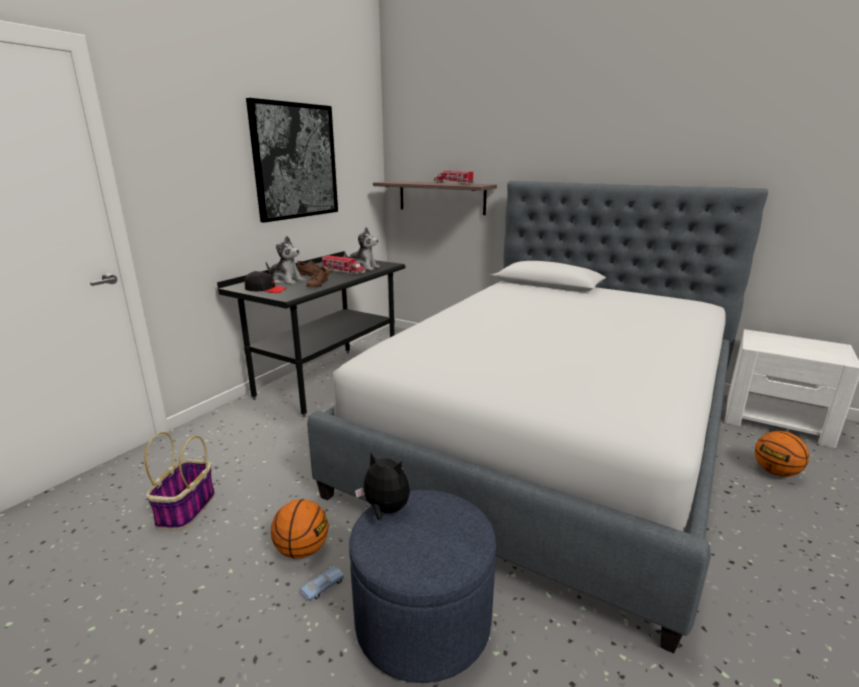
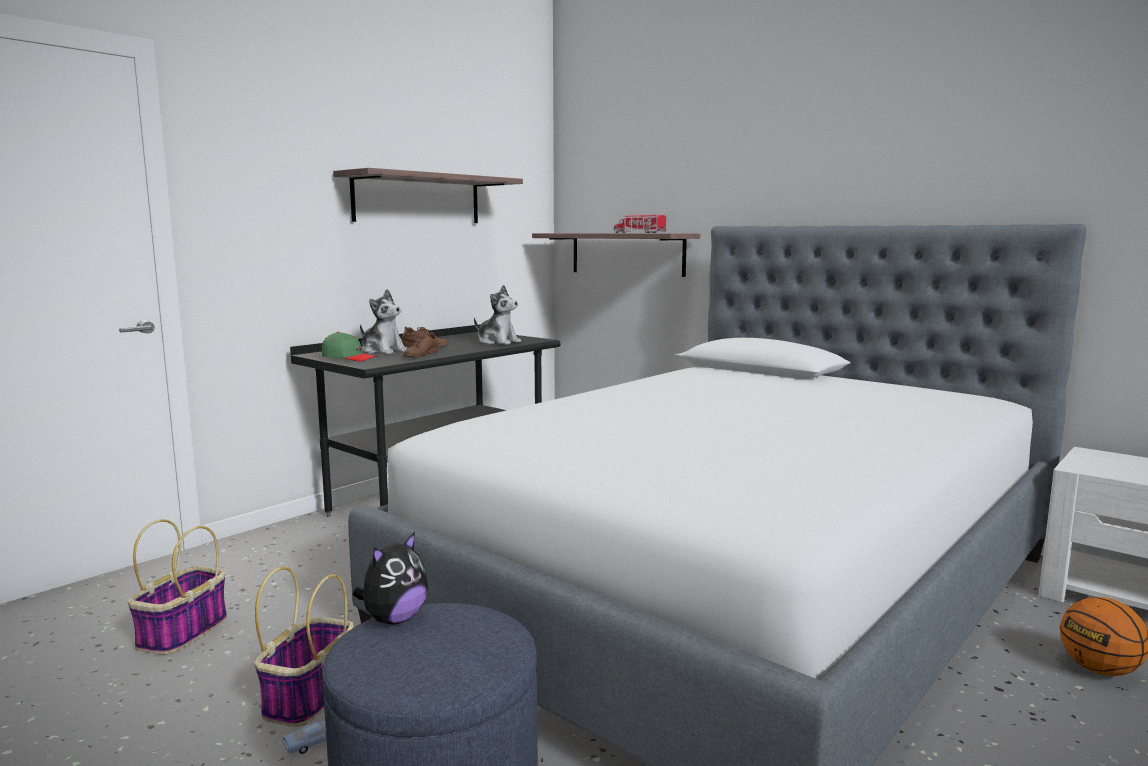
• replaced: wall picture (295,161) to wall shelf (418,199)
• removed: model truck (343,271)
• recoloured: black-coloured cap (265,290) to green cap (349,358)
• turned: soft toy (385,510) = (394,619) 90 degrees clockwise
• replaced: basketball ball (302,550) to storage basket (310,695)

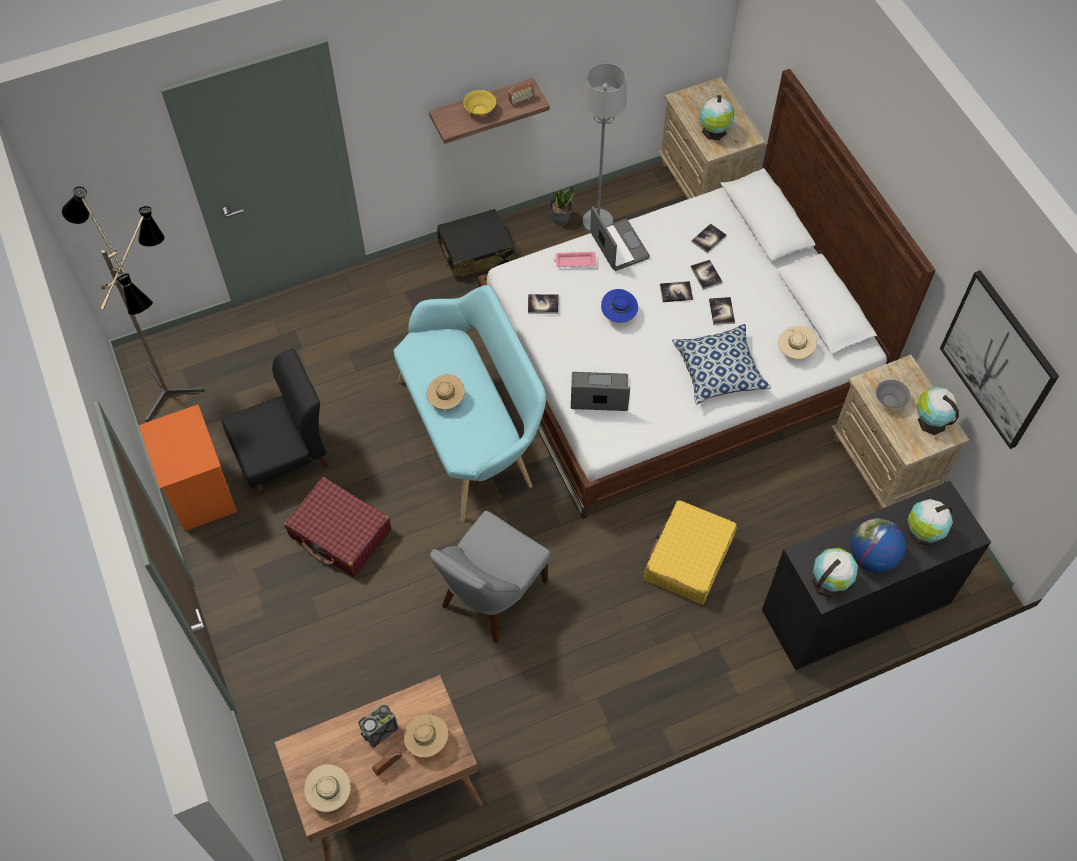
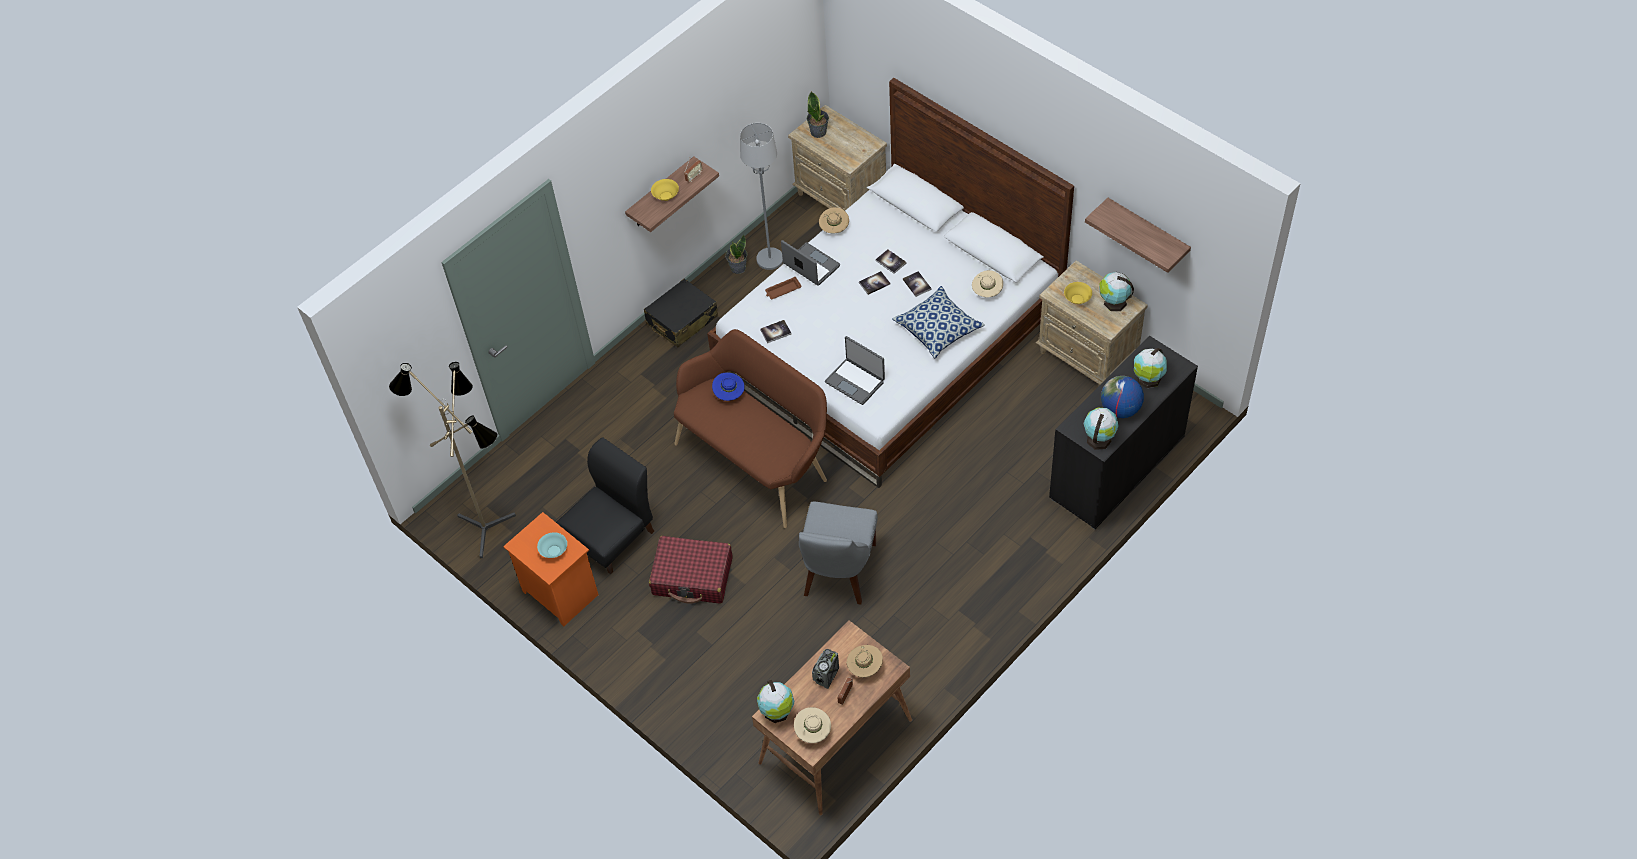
• moved: world globe (714,132) to (777,712)
• removed: volume (708,239)
• recoloured: pinkish carrying tray (574,261) to brown-coloured carrying tray (782,290)
• replaced: wall picture (998,360) to wall shelf (1147,232)
• recoloured: turquoise bench (472,433) to brown-coloured bench (757,459)
• moved: blue clothing hat (618,314) to (729,394)
• turned: notebook computer (599,394) = (855,381) 120 degrees counterclockwise
• moved: beige clothing hat (446,400) to (834,228)
• recoloured: grey serving bowl (890,401) to yellow serving bowl (1077,299)
• removed: yellow piece of luggage (688,558)
• added: potted plant (818,132)
• added: turquoise serving bowl (554,551)

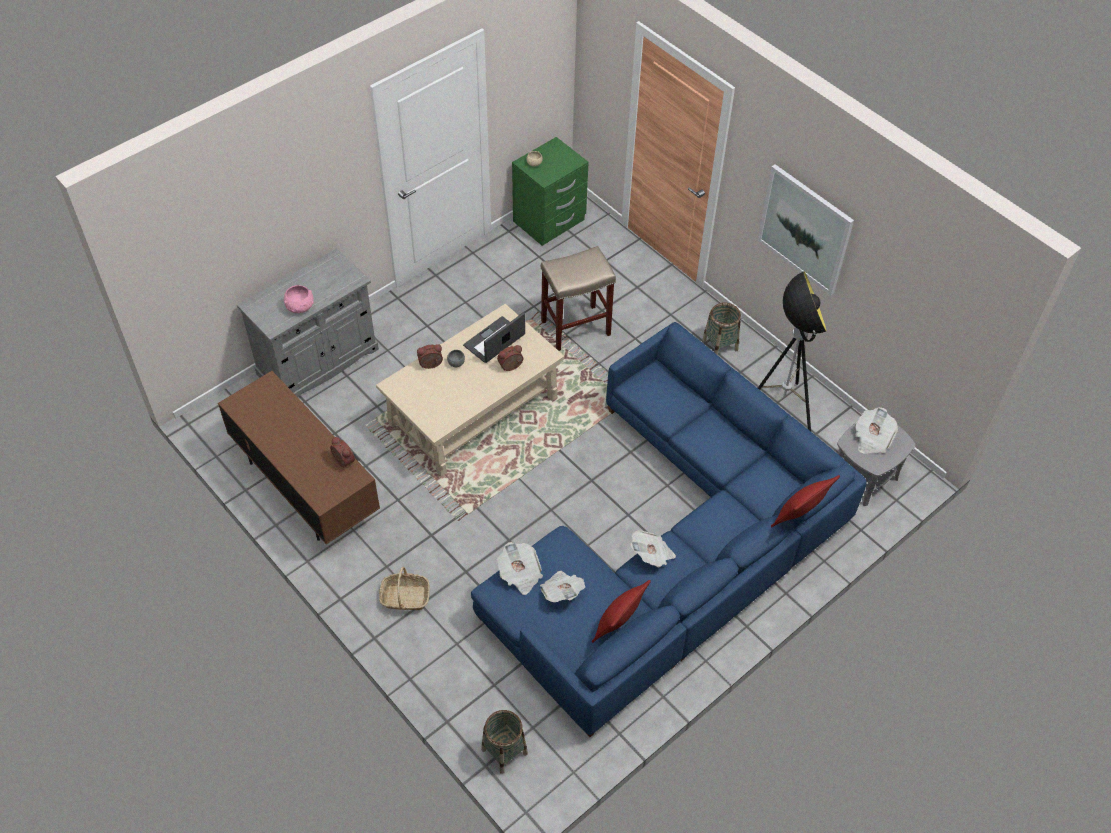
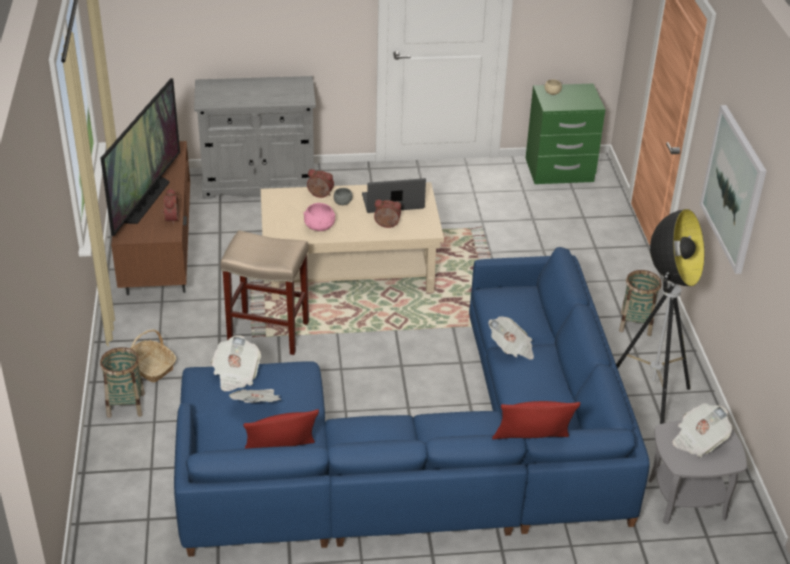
• moved: beige stool seat (576,327) to (269,332)
• moved: pinkish serving bowl (300,307) to (319,227)
• moved: printed paper (652,555) to (511,348)
• moved: storage basket (504,751) to (126,405)
• added: TV (146,201)

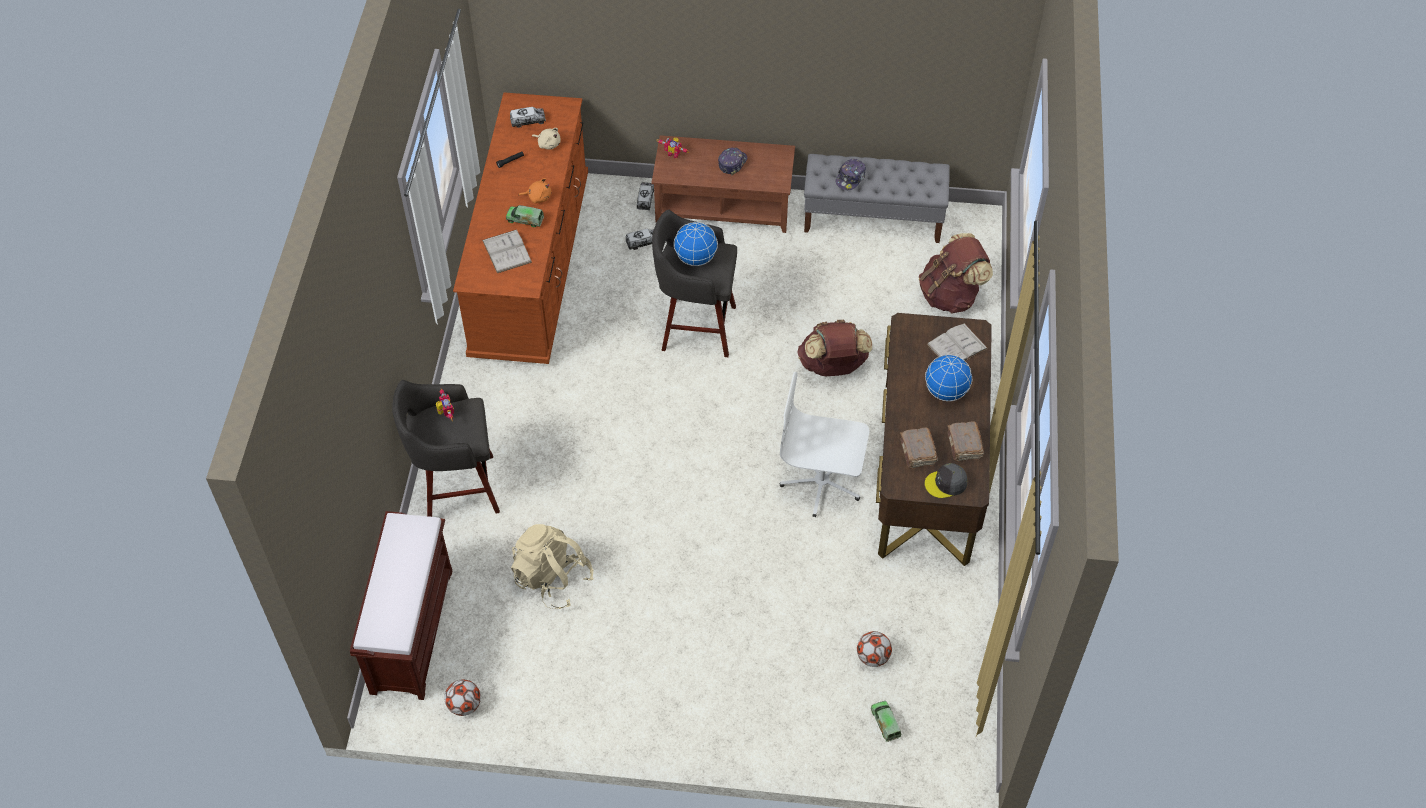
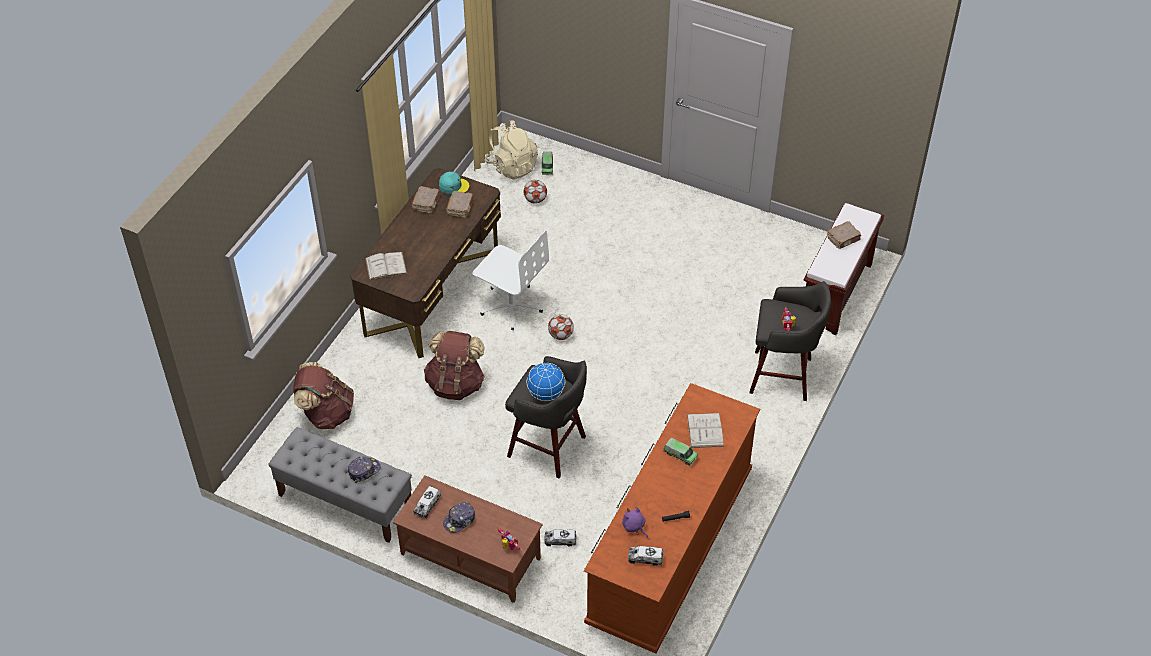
• recoloured: beige soft toy (548,144) to purple soft toy (634,527)
• removed: orange soft toy (538,197)
• moved: model truck (645,199) to (427,505)
• removed: world globe (946,391)
• recoloured: grey cap (946,483) to turquoise cap (453,186)
• moved: beige backpack (552,579) to (512,166)
• moved: football (464,705) to (561,335)
• added: brown-coloured volume (843,239)

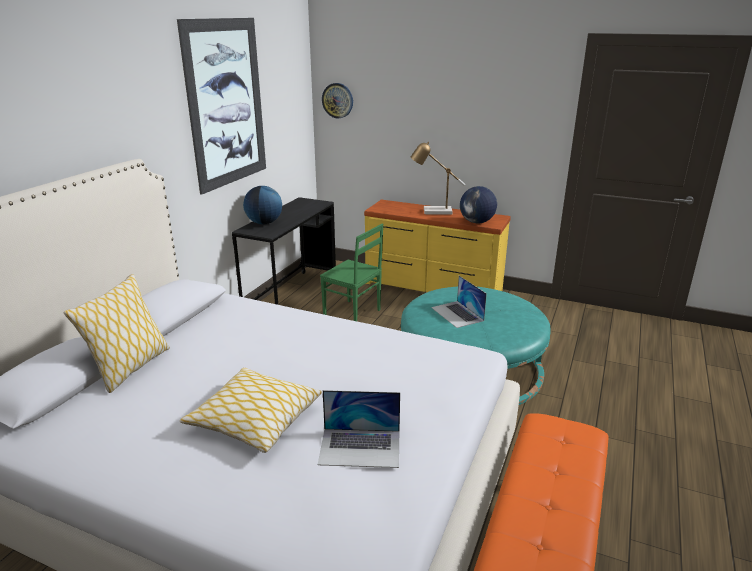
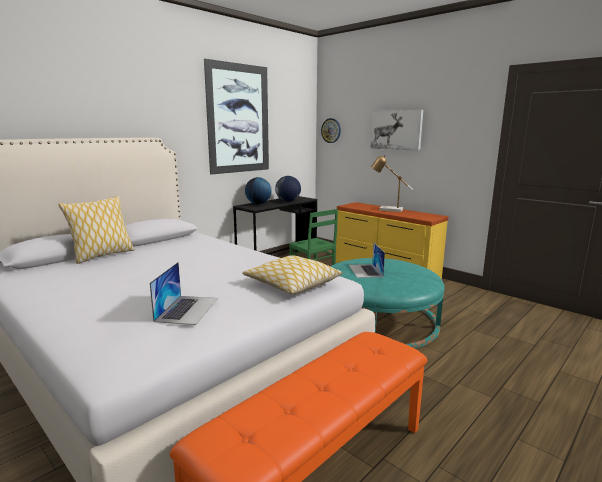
• moved: world globe (477,222) to (288,201)
• moved: cushion (254,420) to (292,284)
• turned: notebook computer (360,447) = (187,309) 105 degrees counterclockwise
• added: wall picture (396,130)

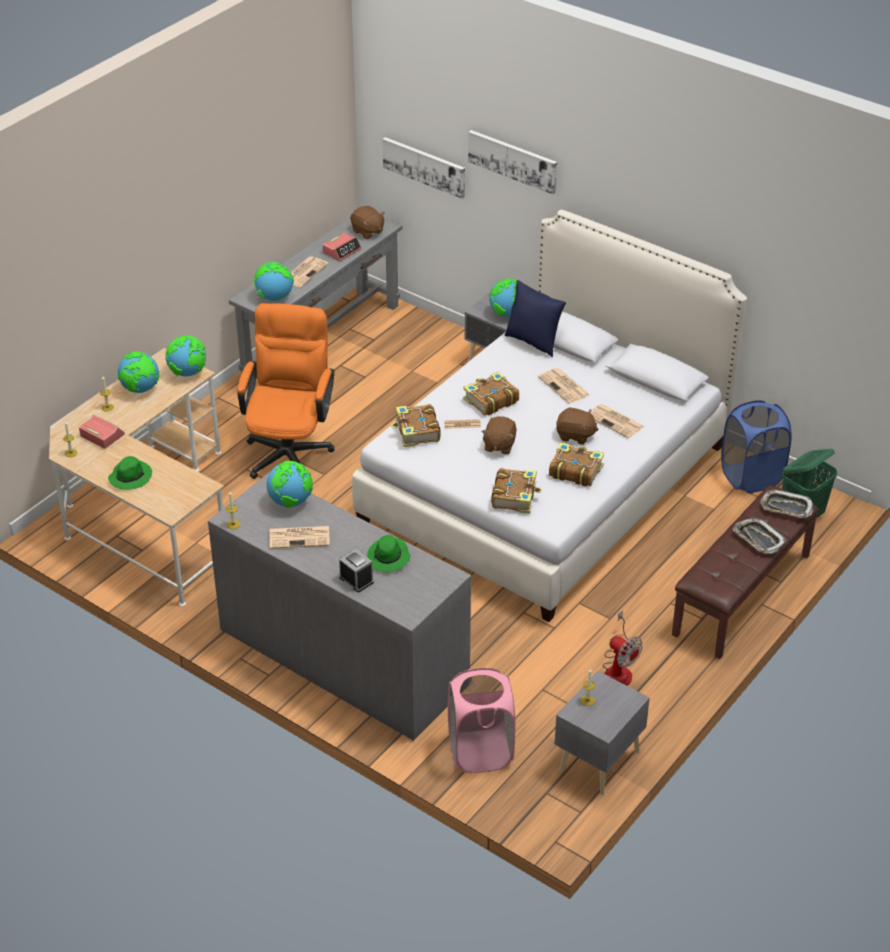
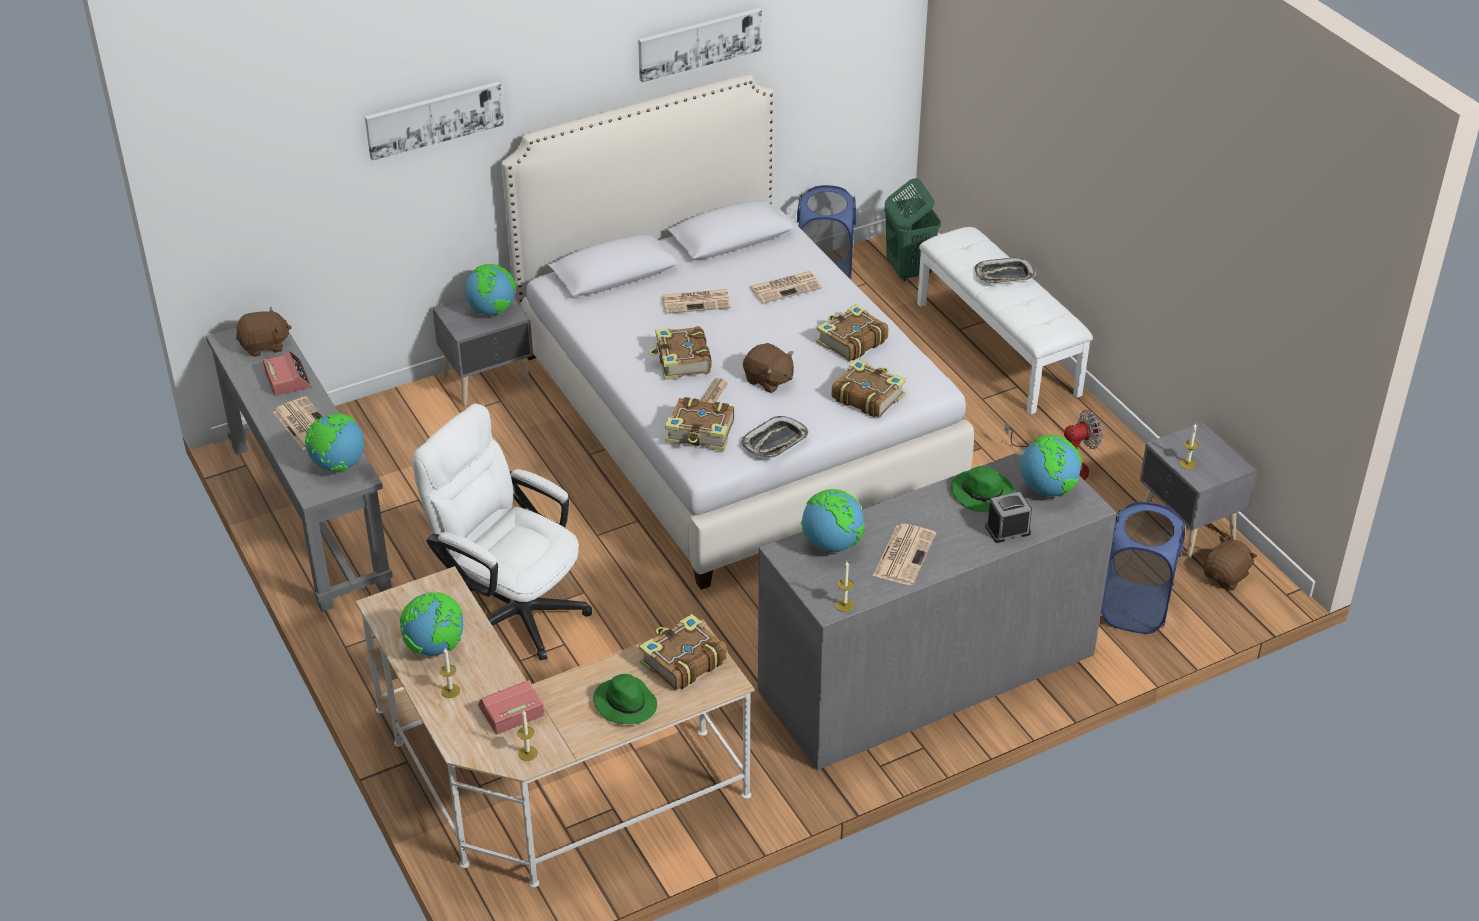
• moved: wall picture (424,166) to (699,43)
• removed: blue cushion (533,342)
• recoloured: orange office chair (290,449) to white-coloured office chair (511,608)
• moved: world globe (188,373) to (1047,489)
• moved: brown-coloured soft toy (575,435) to (1226,576)
• recoloured: brown-coloured bench (742,595) to white-coloured bench (998,348)
• moved: carrying tray (786,507) to (775,442)
• recoloured: pinkish hamper (480,752) to blue hamper (1135,608)
• added: volume (682,662)

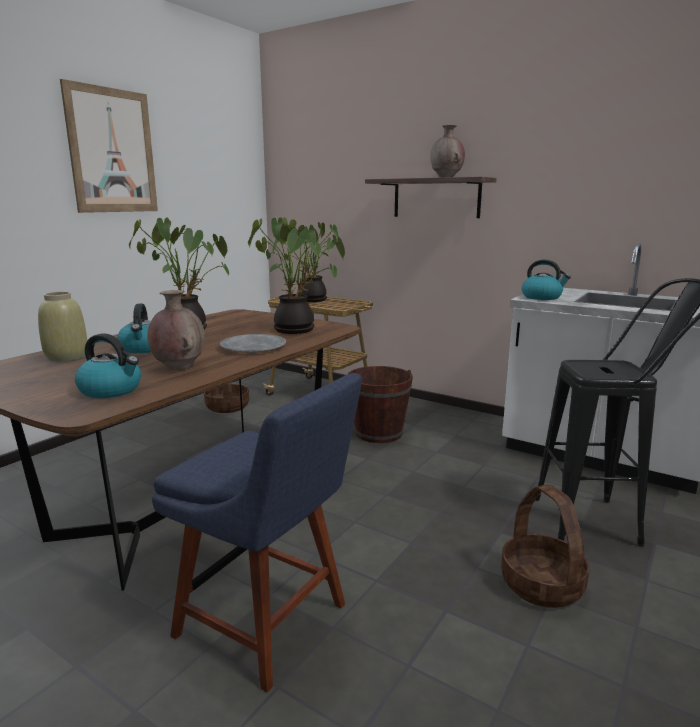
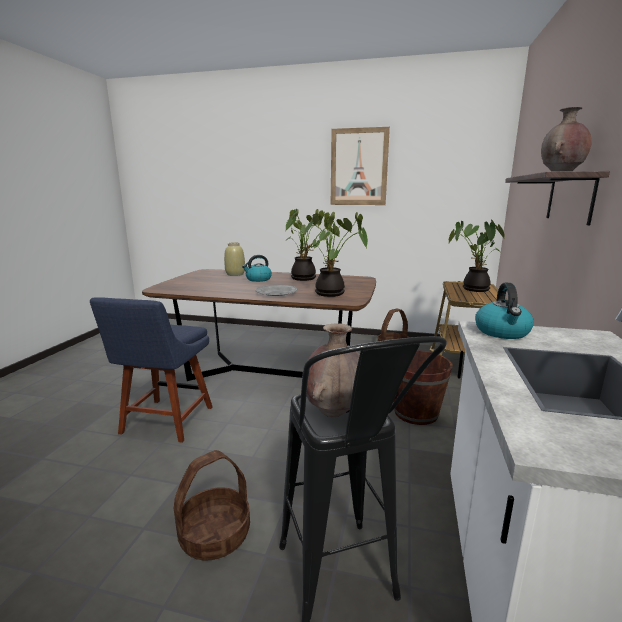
• moved: brown-coloured decorative vase (179,367) to (334,411)
• removed: water kettle (112,390)

